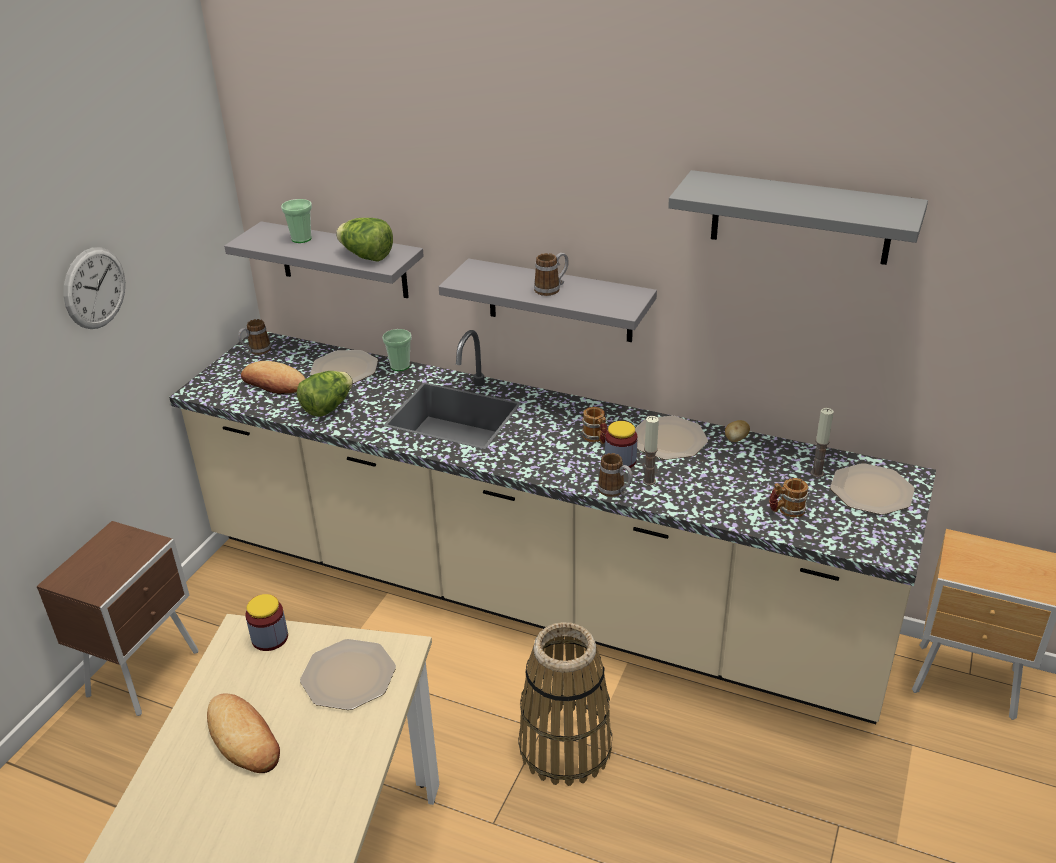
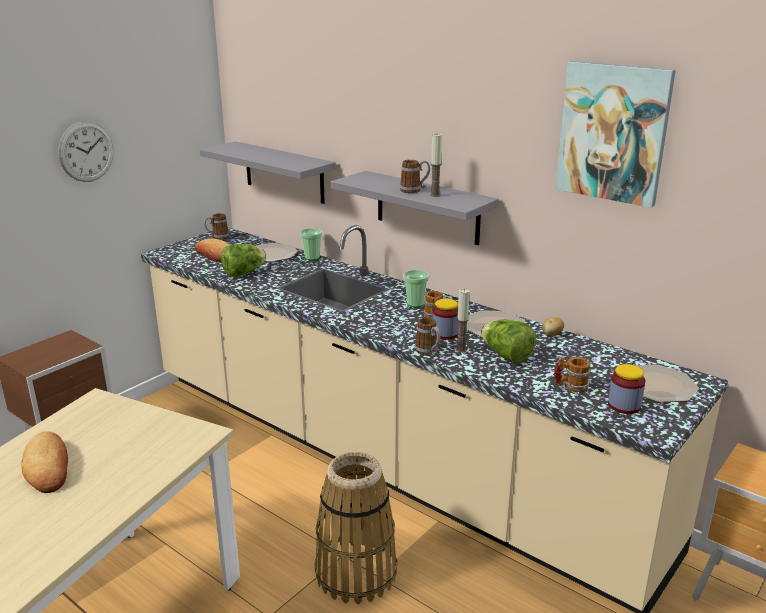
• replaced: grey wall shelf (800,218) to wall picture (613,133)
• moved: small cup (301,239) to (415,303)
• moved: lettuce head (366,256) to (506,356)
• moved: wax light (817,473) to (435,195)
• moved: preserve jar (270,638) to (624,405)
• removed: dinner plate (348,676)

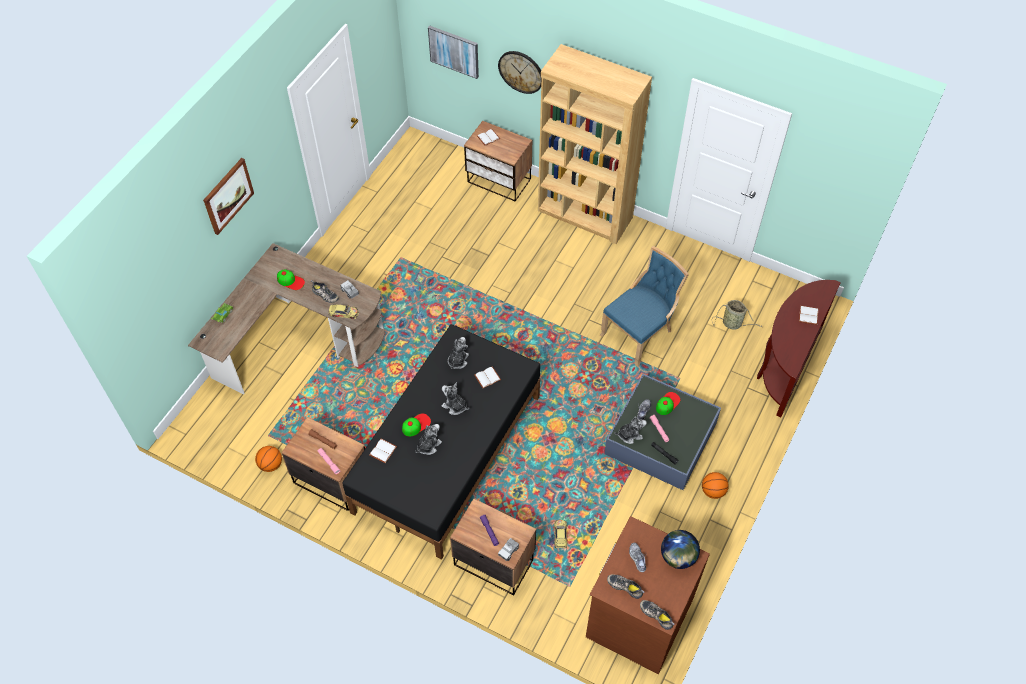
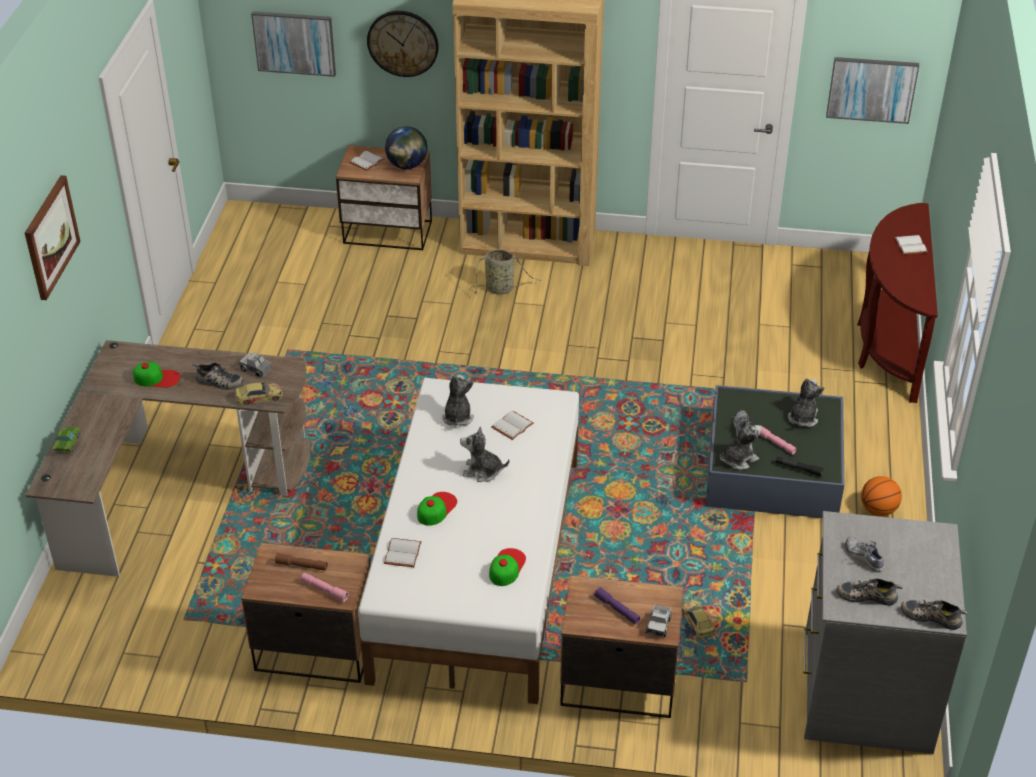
• removed: blue chair (639,333)
• moved: storage basket (733,324) to (501,289)
• recoloured: black-coloured bedroom bed (446,453) to white-coloured bedroom bed (476,567)
• moved: cap (667,403) to (506,567)
• moved: soft toy (428,445) to (803,418)
• removed: basketball ball (270,464)
• recoloured: brown-coloured dresser (638,617) to grey dresser (864,690)
• moved: world globe (678,557) to (407,165)
• added: wall picture (871,89)

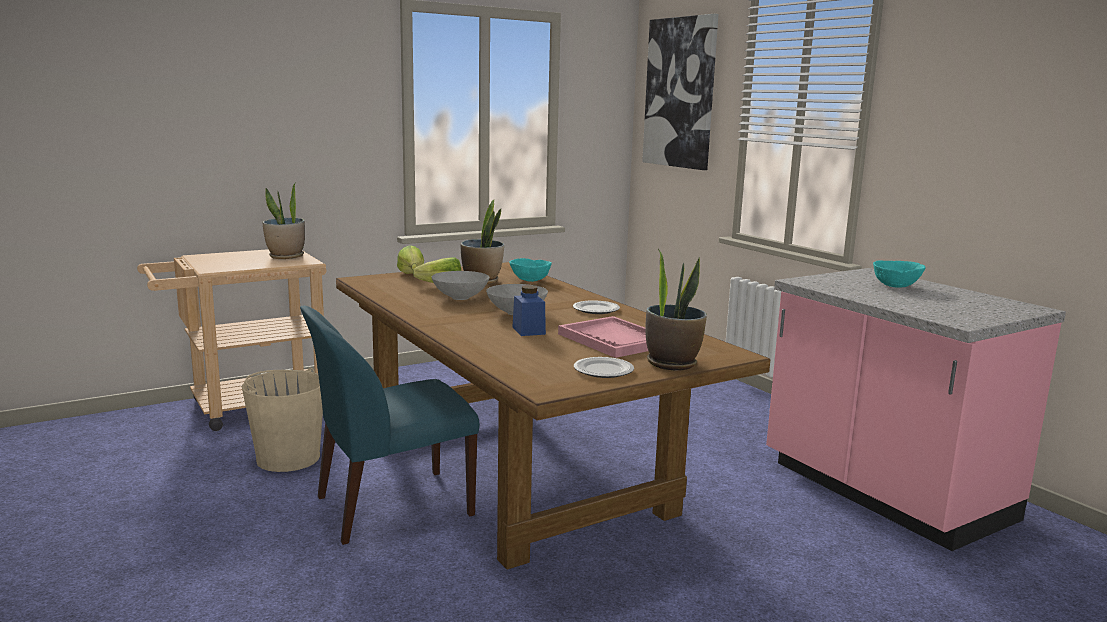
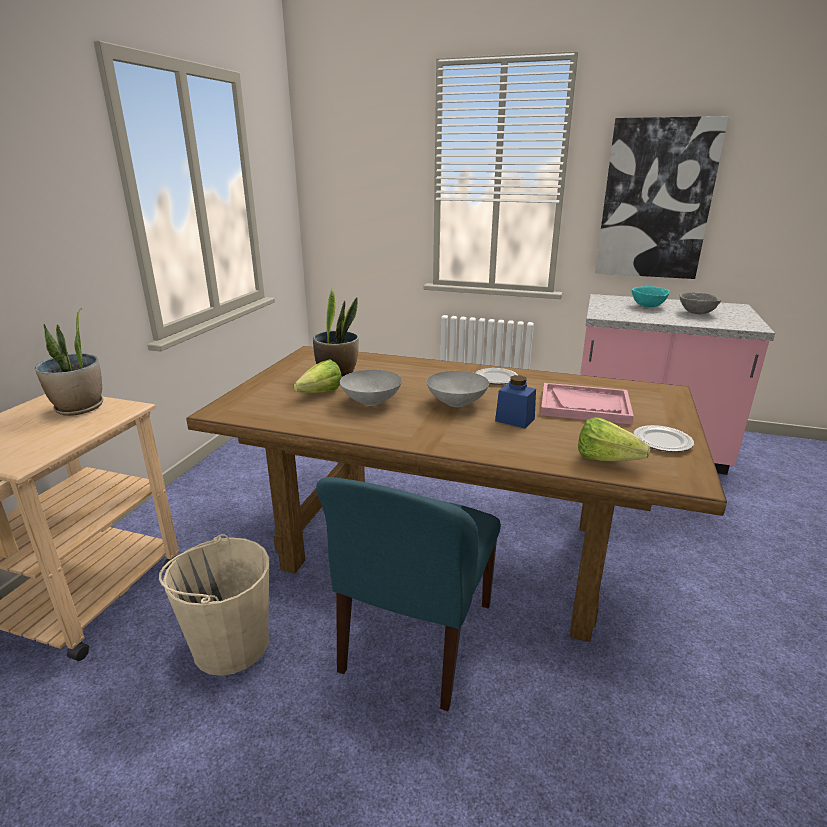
• moved: wall picture (680,93) to (656,200)
• moved: lettuce head (411,276) to (611,462)
• removed: potted plant (672,363)
• removed: turquoise serving bowl (529,280)
• added: grey serving bowl (696,313)

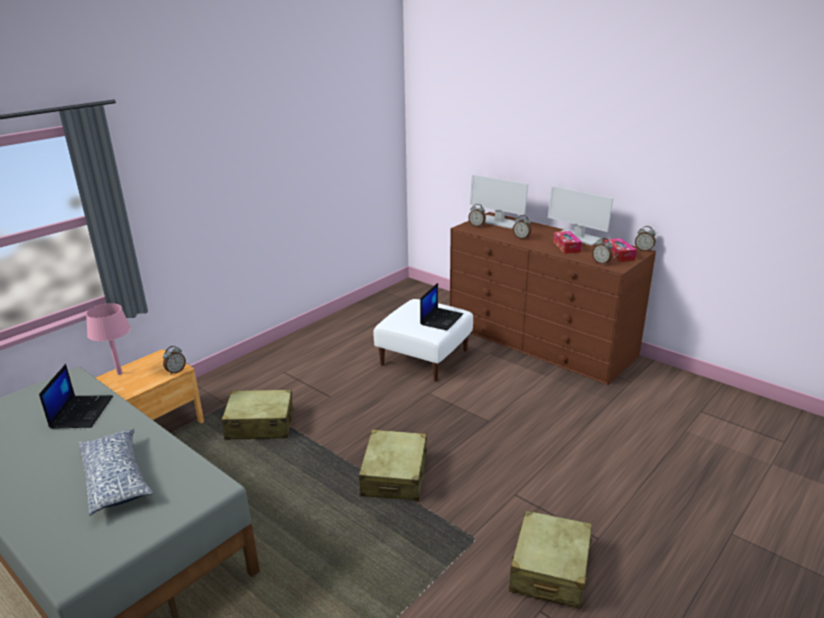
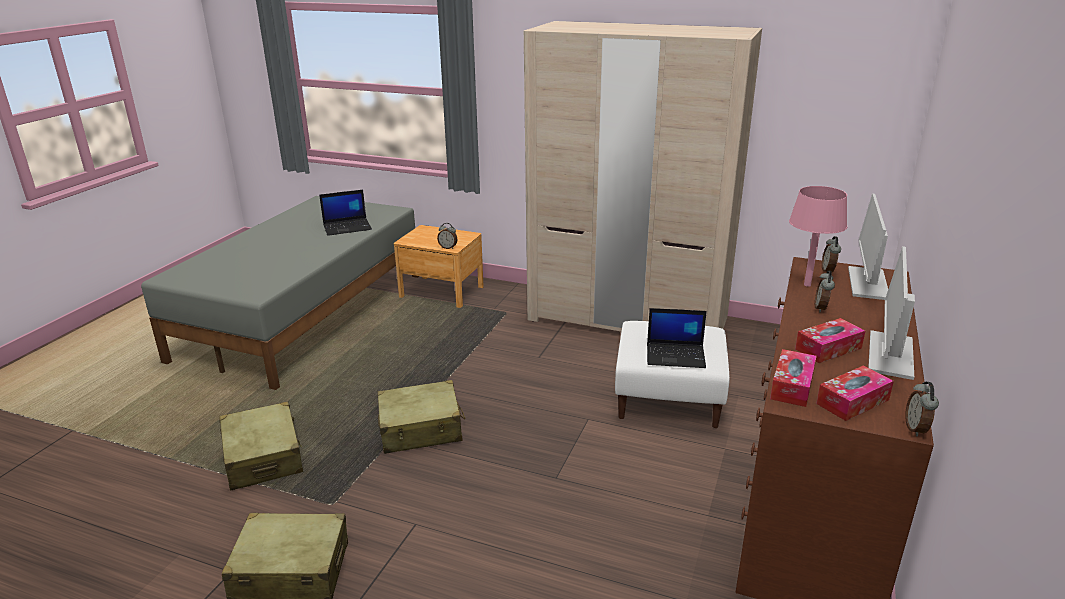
• replaced: alarm clock (601,262) to box of tissues (792,386)
• moved: pinkish tabletop lamp (119,373) to (807,285)
• moved: beige piece of luggage (260,425) to (263,457)
• removed: cushion (116,478)
• added: beige wardrobe (627,319)

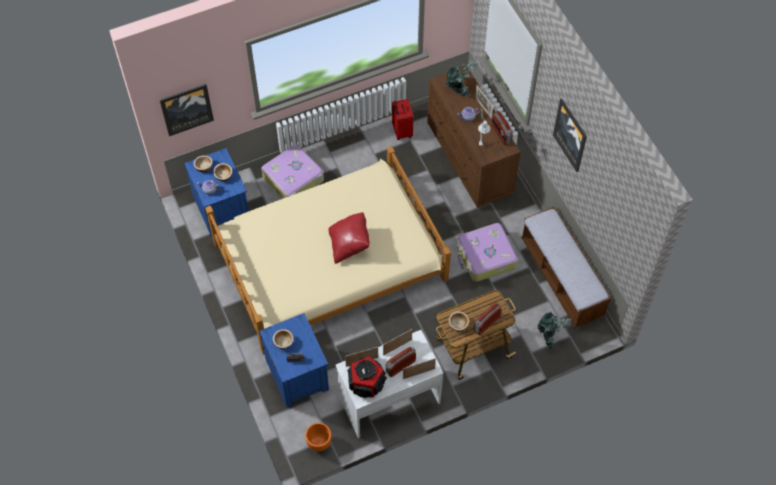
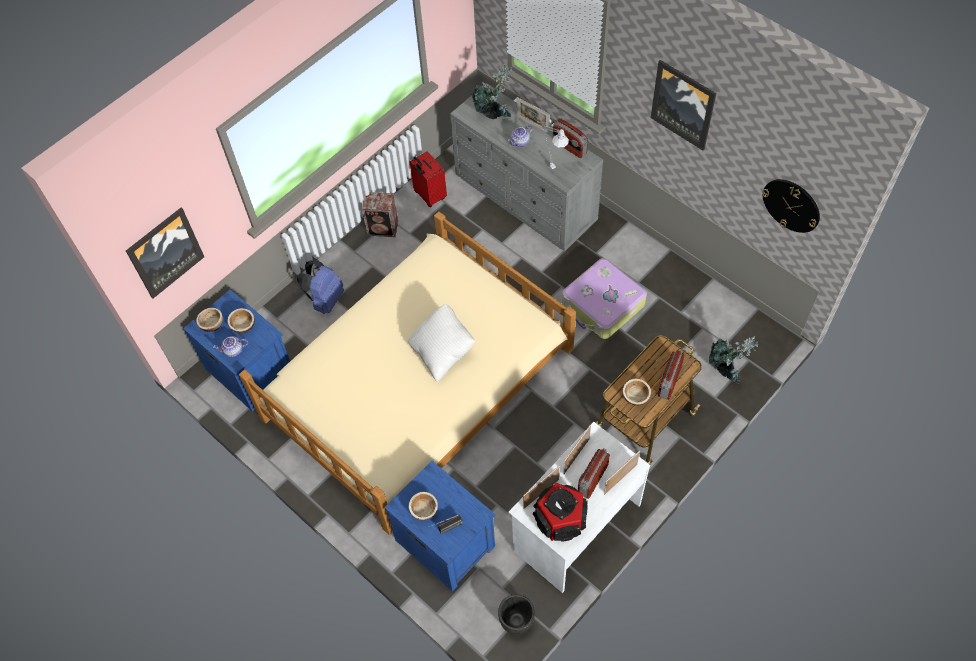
• recoloured: brown-coloured dresser (469,159) to grey dresser (526,199)
• replaced: piece of luggage (294,179) to blue backpack (325,300)
• removed: bench (561,278)
• recoloured: red cushion (349,245) to white-coloured cushion (443,351)
• recoloured: orange flower pot (319,443) to black-coloured flower pot (516,621)
• added: hanging clock (791,205)
• added: speaker (383,228)

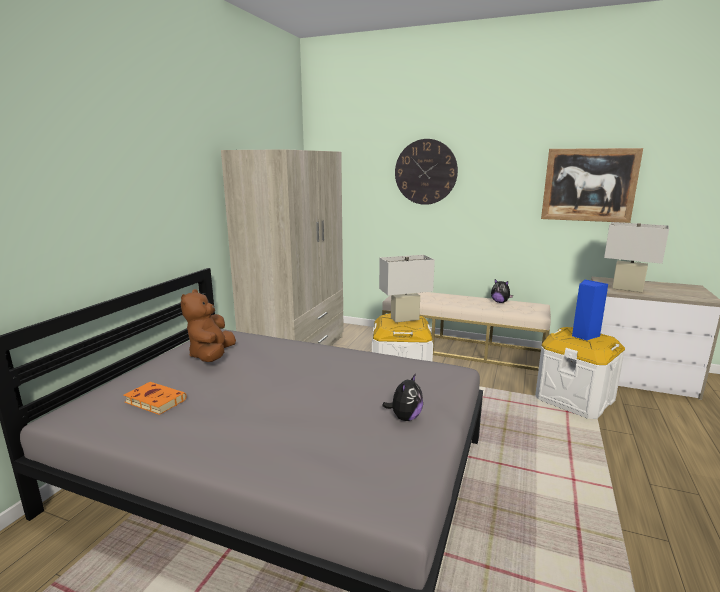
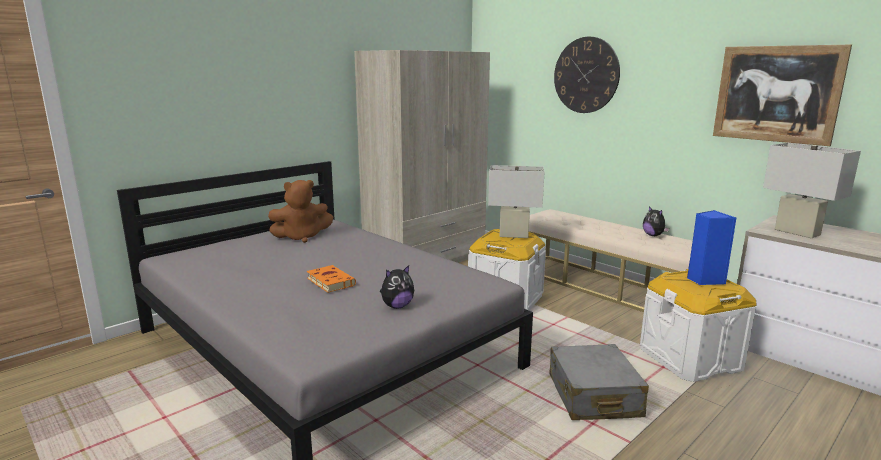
• turned: brown-coloured soft toy (212,356) = (302,237) 135 degrees counterclockwise
• moved: orange volume (154,401) to (329,281)
• added: grey piece of luggage (593,396)

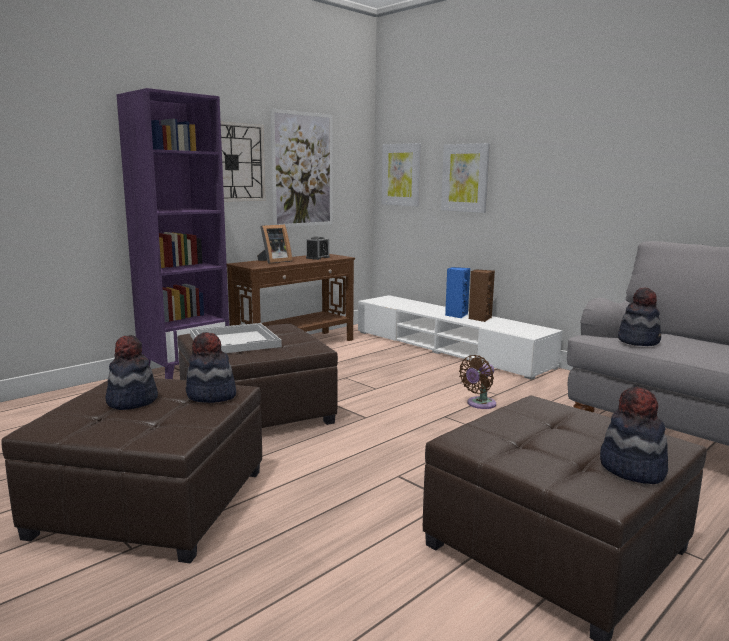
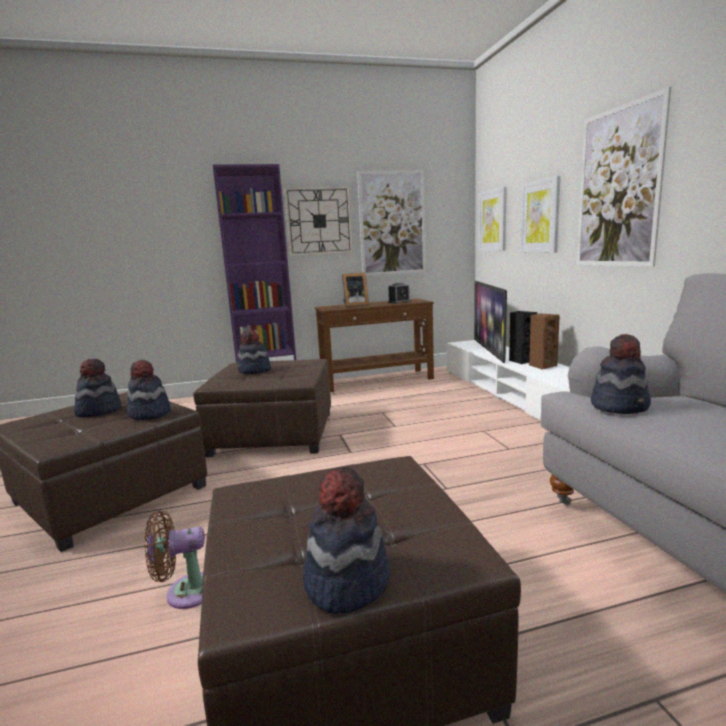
• recoloured: blue speaker (456,315) to black-coloured speaker (521,361)
• replaced: white-coloured carrying tray (235,341) to clothing hat (254,371)
• moved: brown-coloured electric fan (479,404) to (186,592)
• added: wall picture (618,188)
• added: TV (489,350)

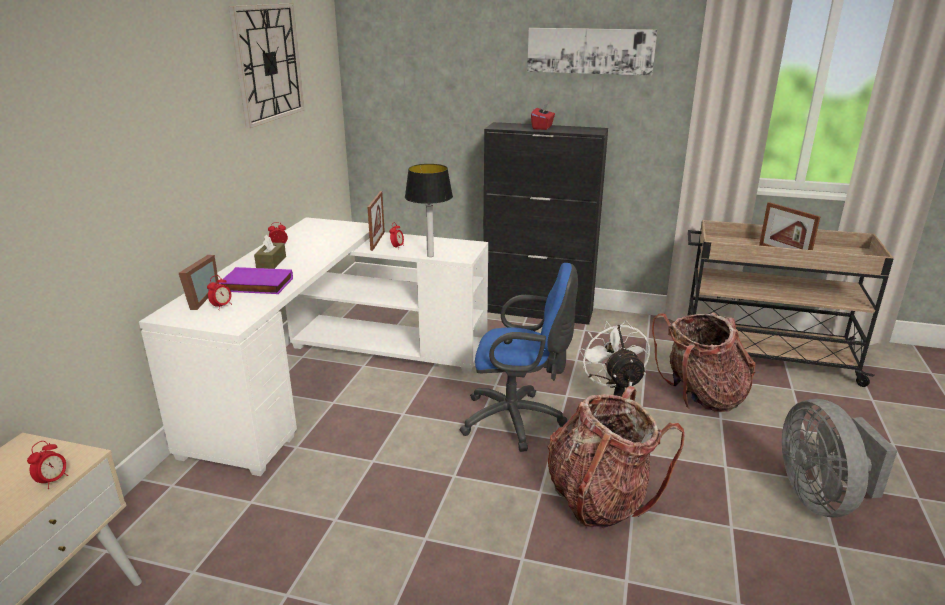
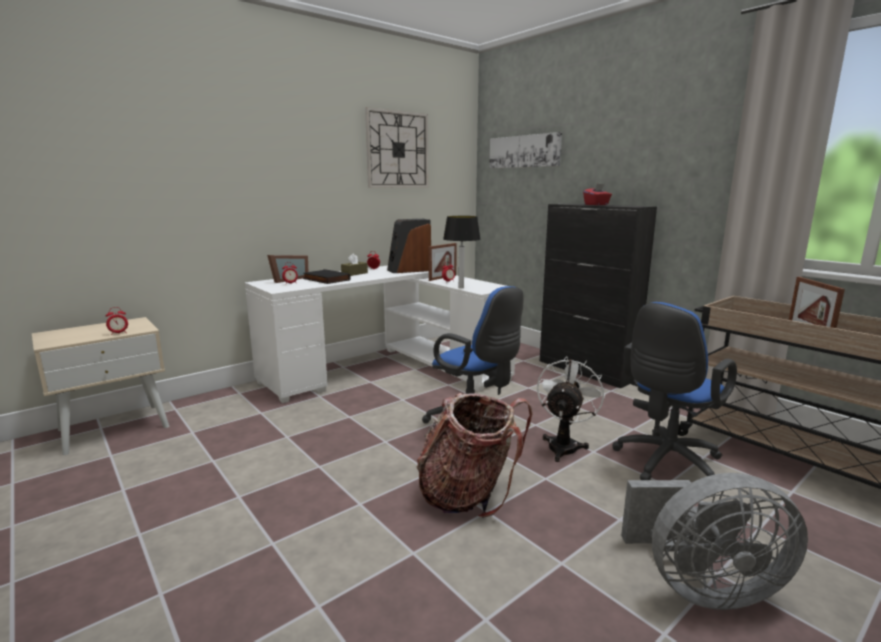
• moved: wall picture (590,51) to (524,151)
• recoloured: purple volume (256,285) to black-coloured volume (325,279)
• replaced: backpack (700,397) to blue office chair (664,463)
• turned: grey electric fan (821,498) = (701,587) 120 degrees counterclockwise
• added: speaker (409,270)

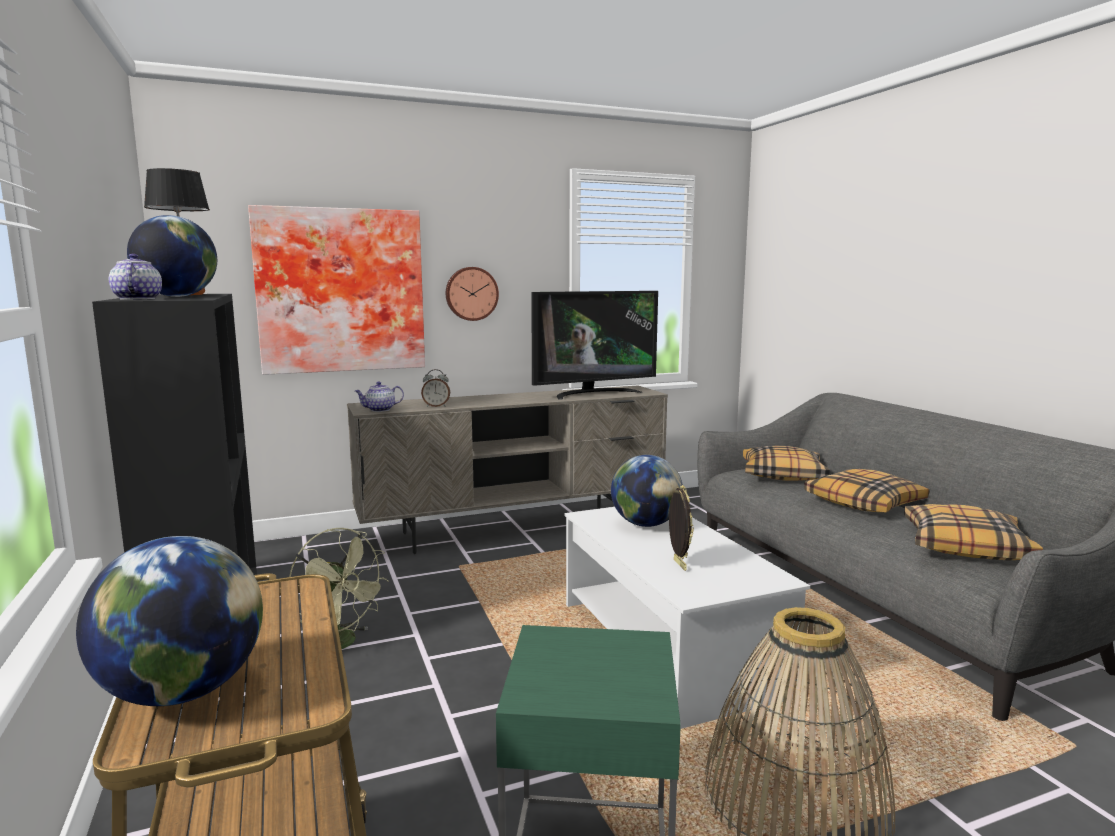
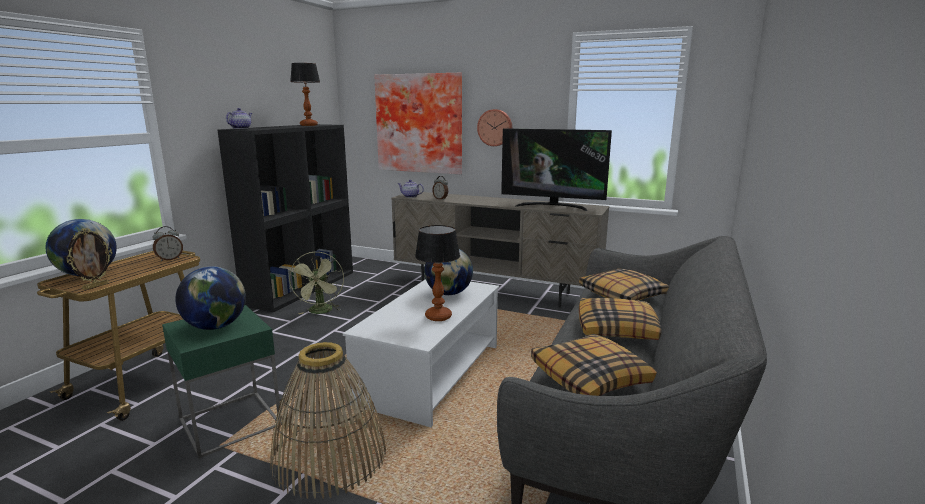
• moved: world globe (177,296) to (215,326)
• moved: picture frame (678,565) to (95,286)
• added: tabletop lamp (439,316)
• added: alarm clock (169,259)

